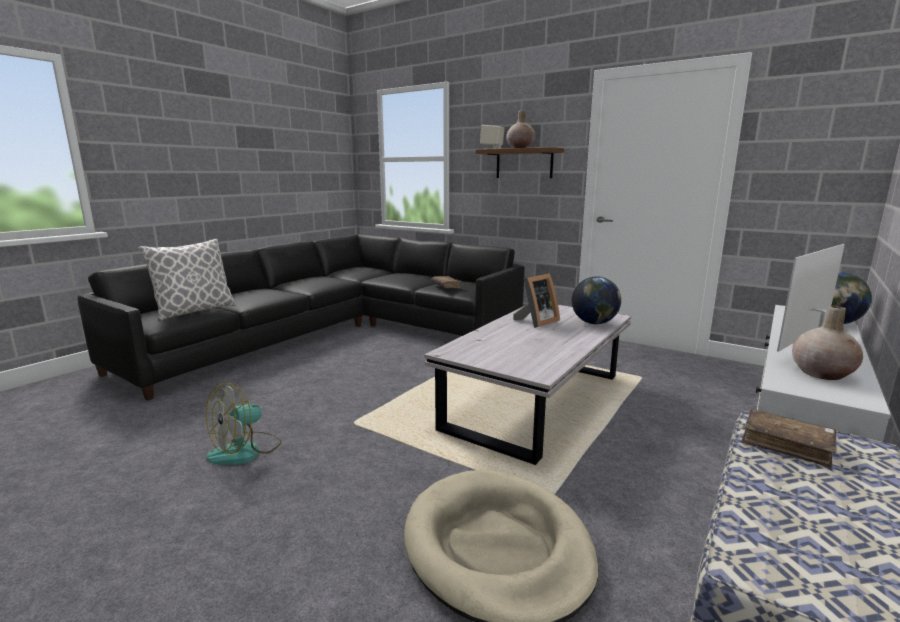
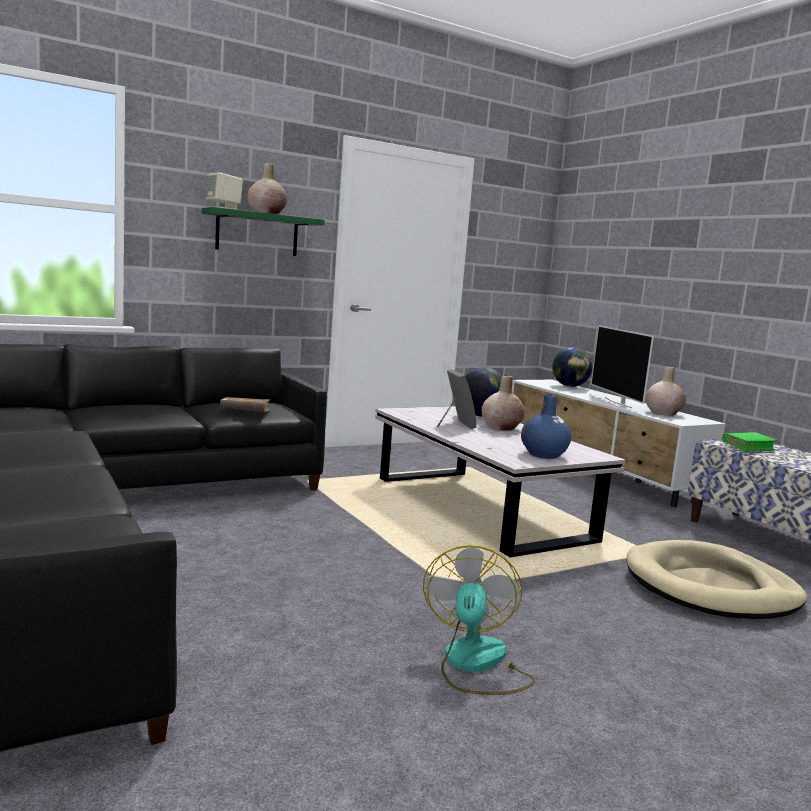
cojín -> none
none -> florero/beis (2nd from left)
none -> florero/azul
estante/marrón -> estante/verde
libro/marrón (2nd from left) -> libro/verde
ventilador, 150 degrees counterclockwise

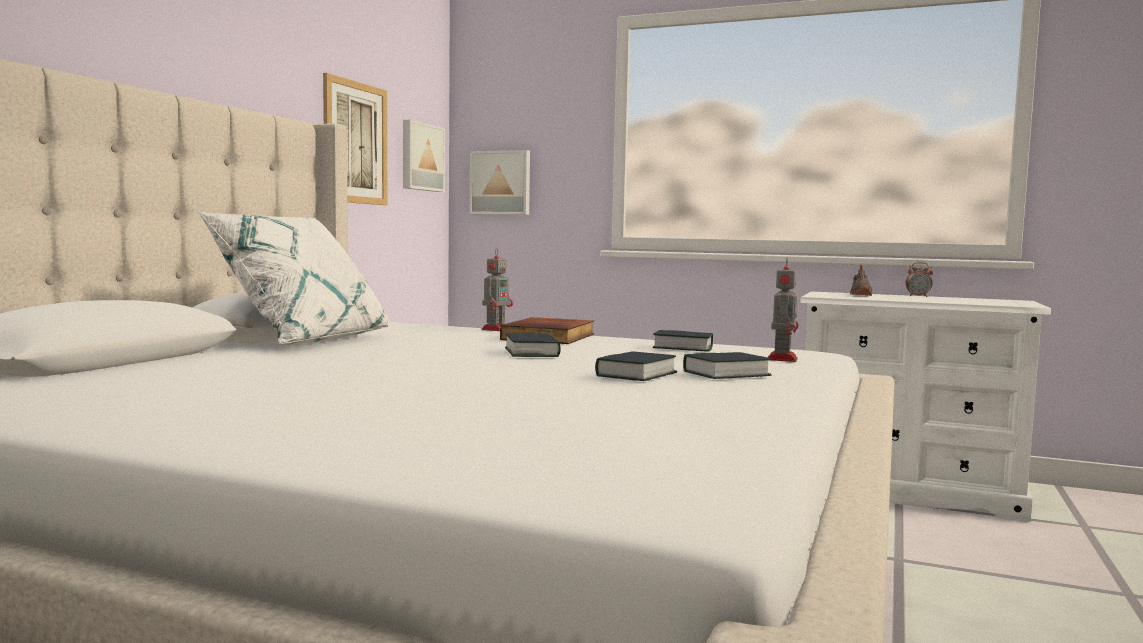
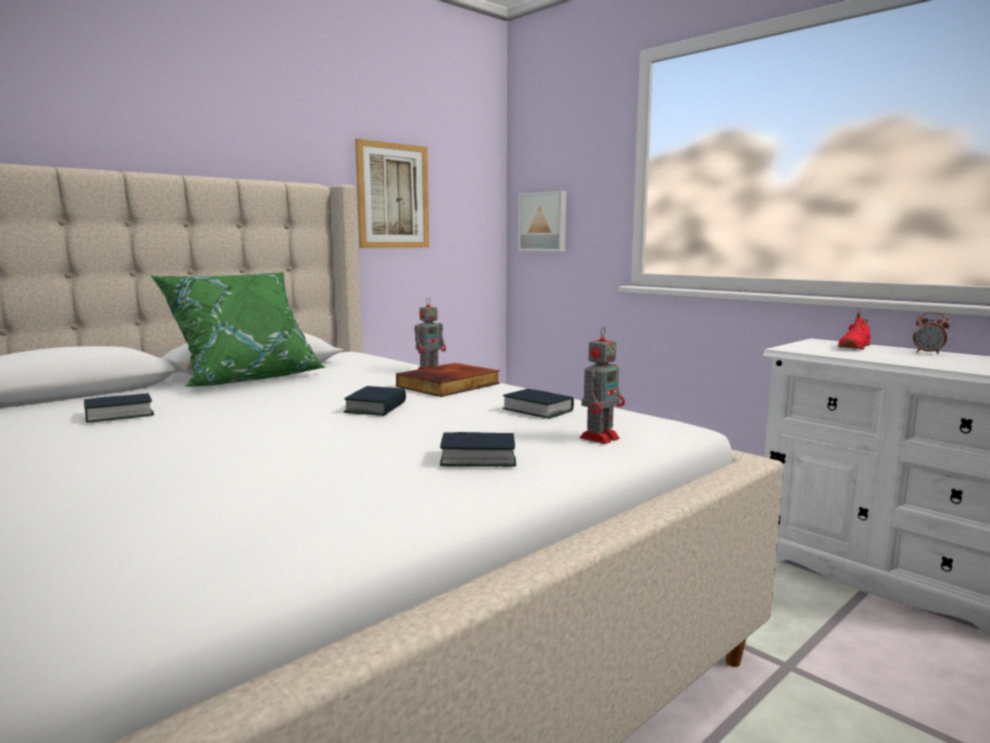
cuadro (2nd from left) -> none
libro (3rd from left in the first image) -> libro (1st from left), move
cojín/blanco -> cojín/verde
zapato/negro -> zapato/rojo

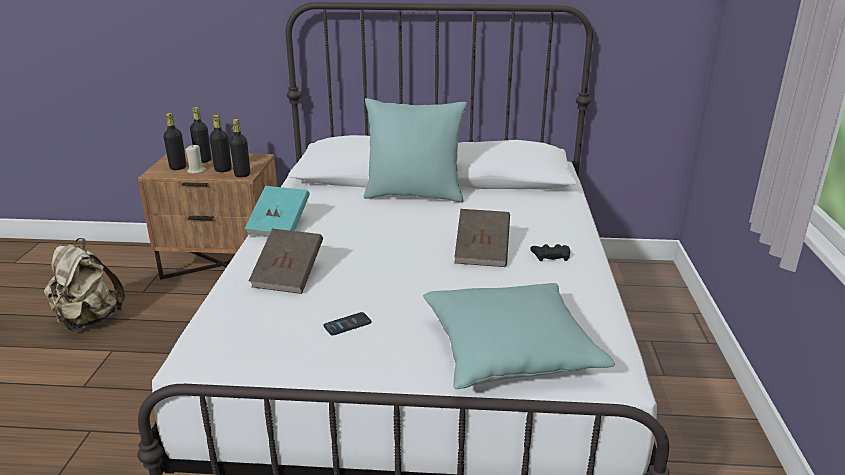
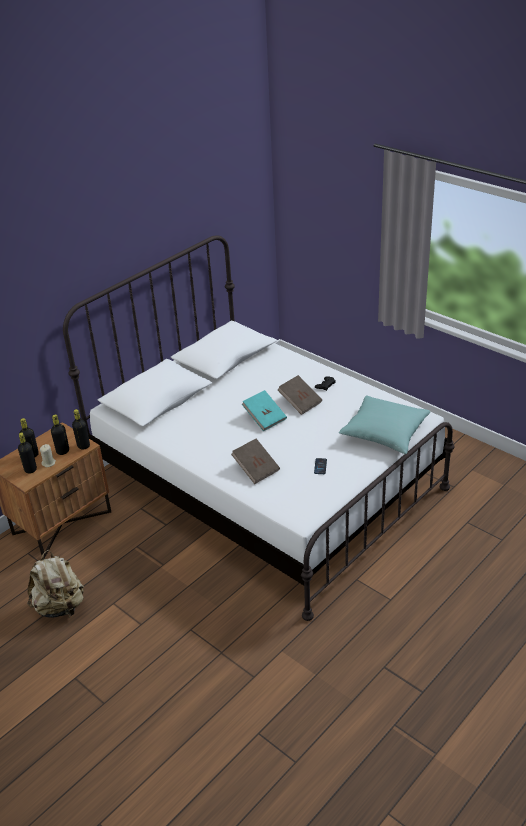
cojín/turquesa (1st from left) -> none
libro/turquesa, move

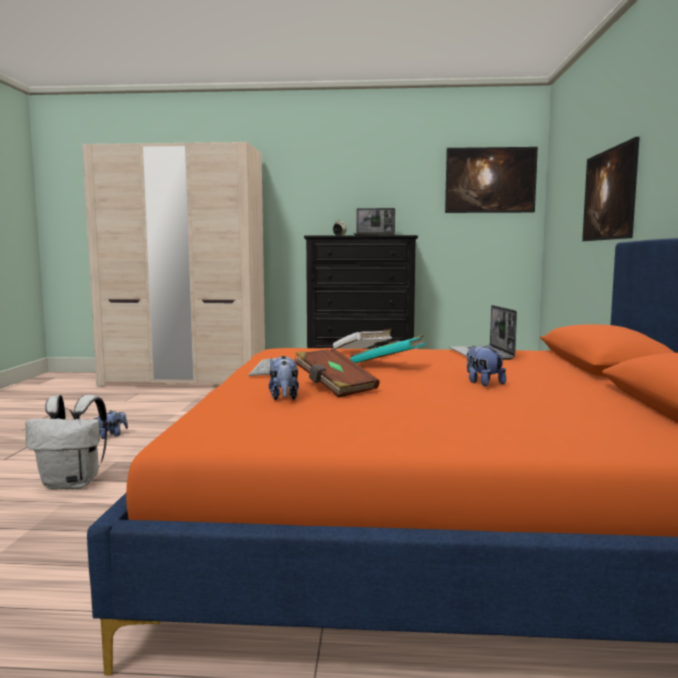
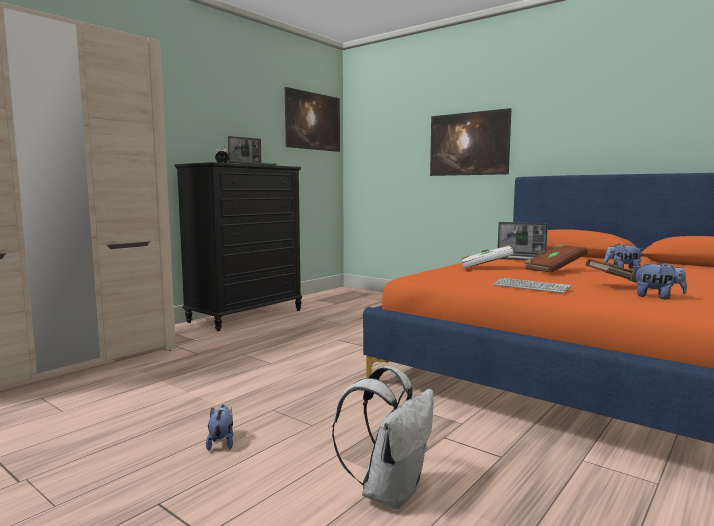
libro/turquesa -> libro/marrón (1st from left)

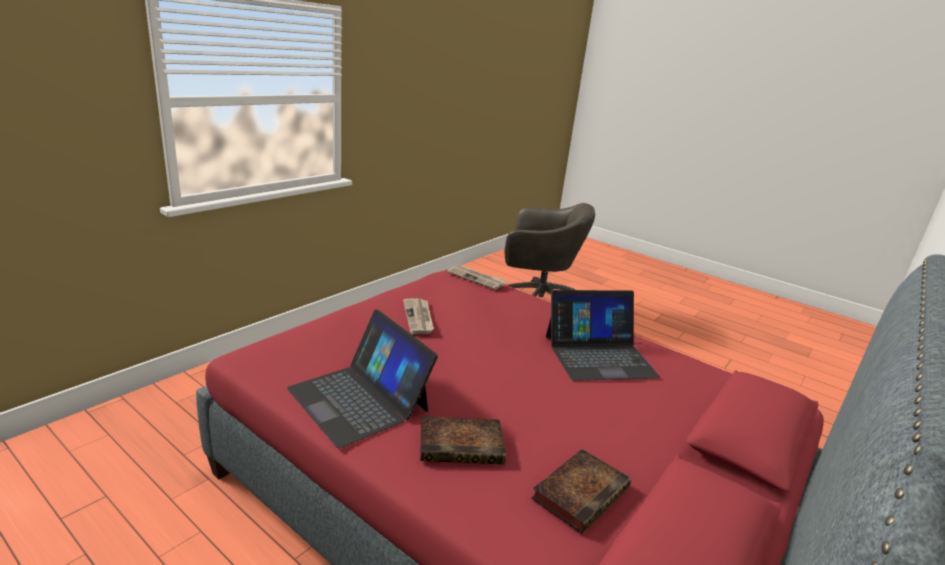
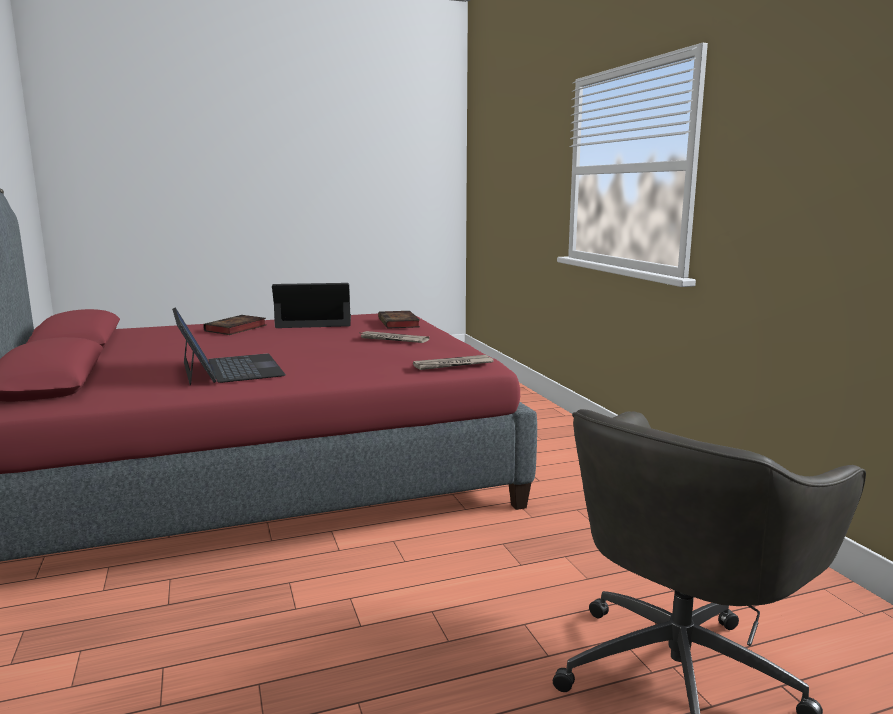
libro (2nd from left), move
portátil (2nd from left in the first image) -> portátil (1st from left), 135 degrees clockwise

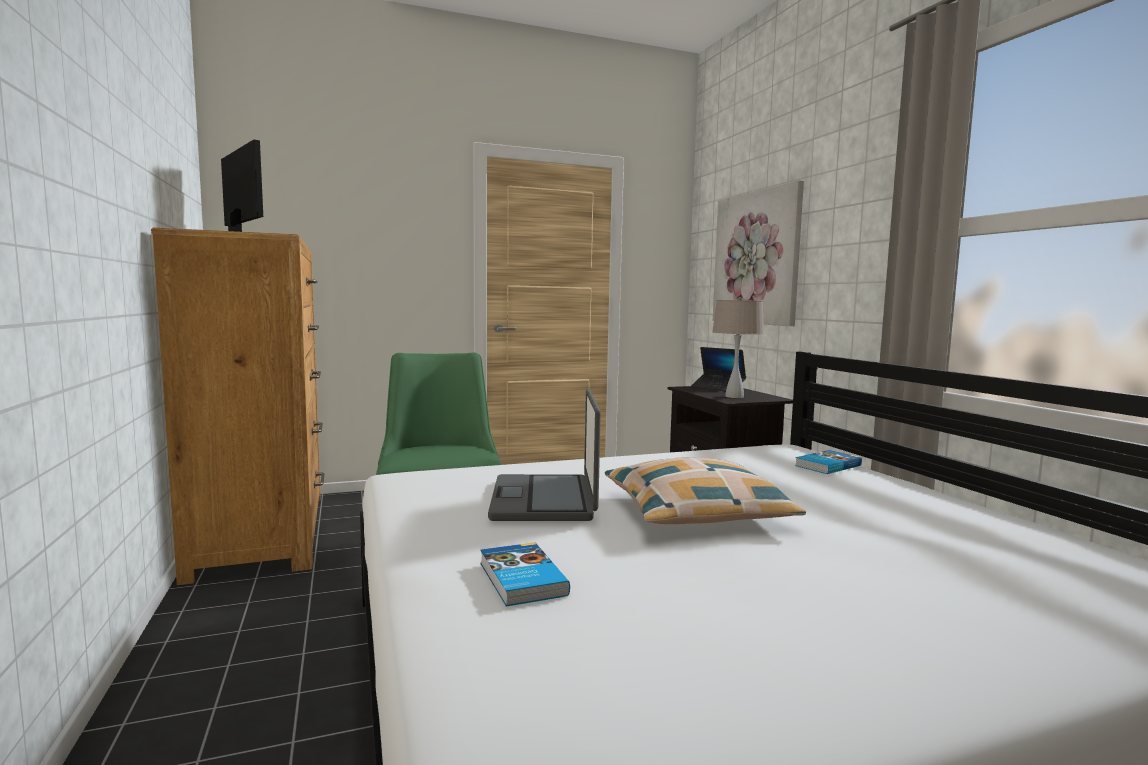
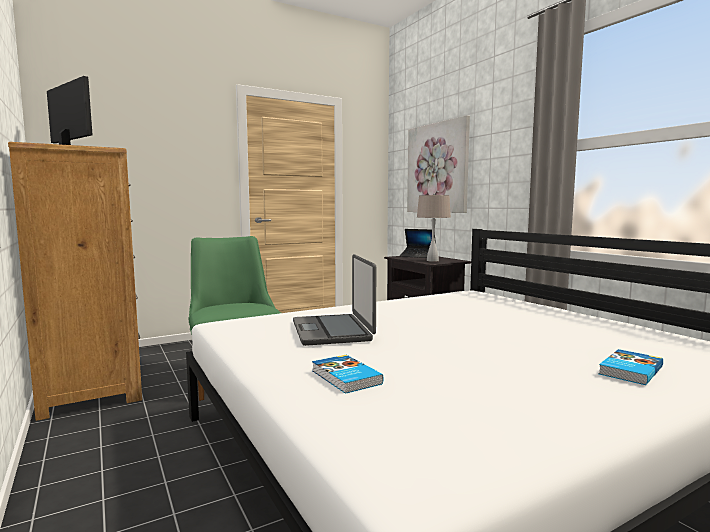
cojín -> none
libro (2nd from left), move

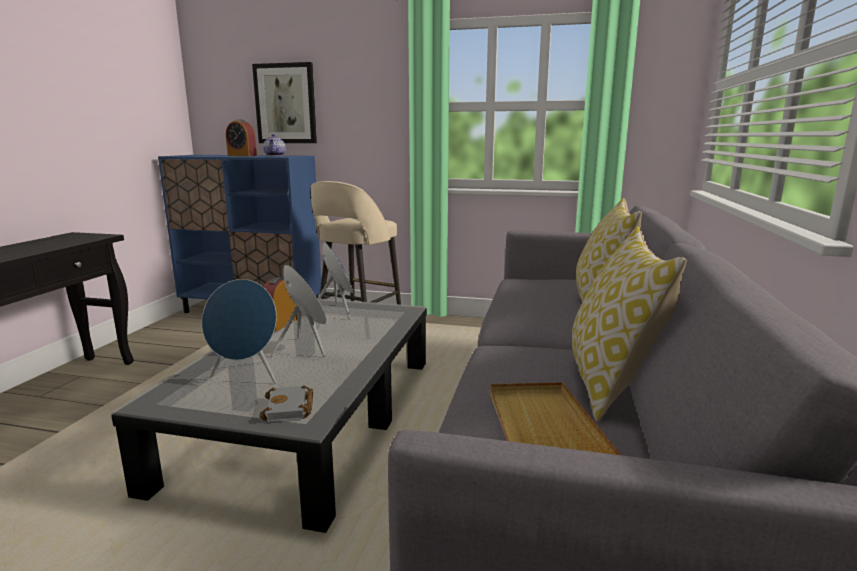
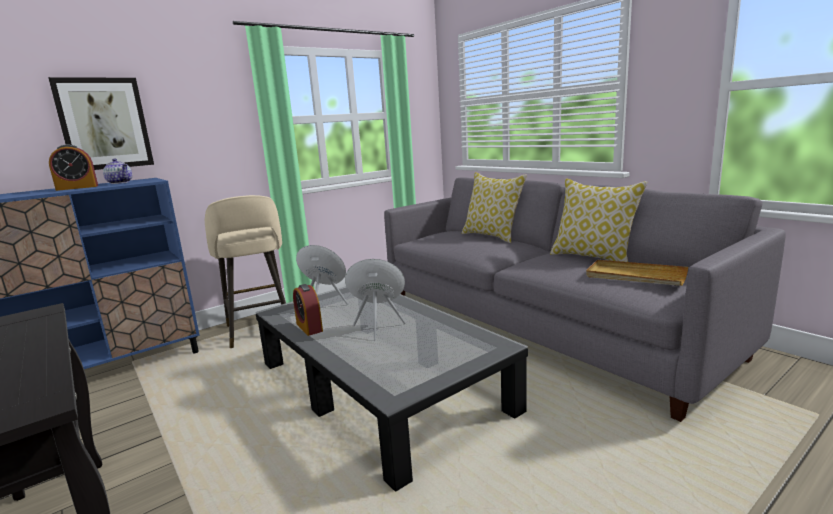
altavoz/azul (1st from left) -> none
libro/gris -> none

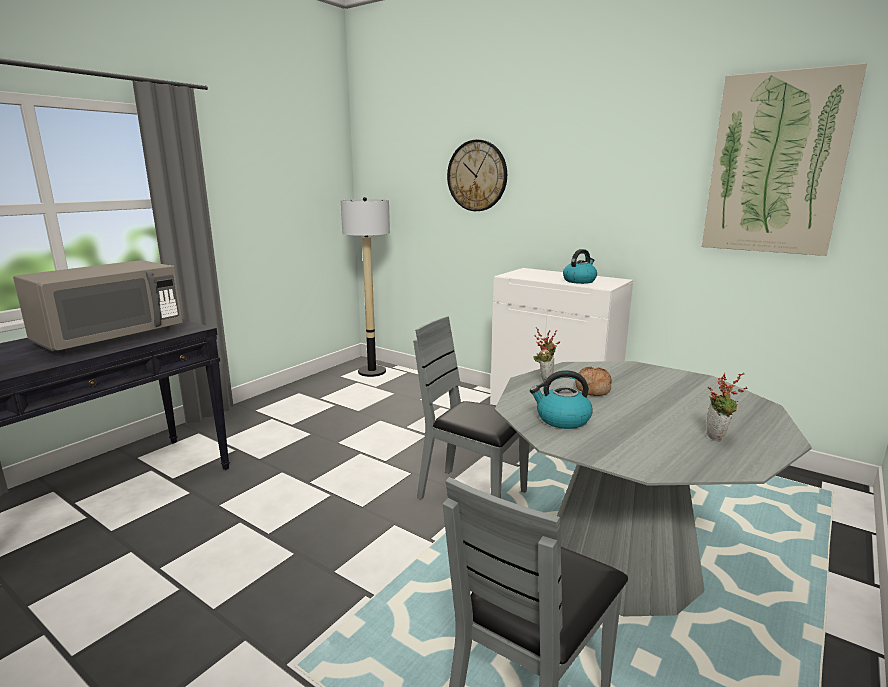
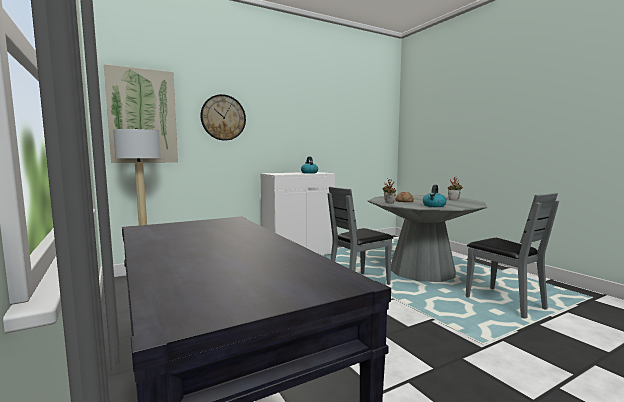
microondas/gris -> none
cuadro, move

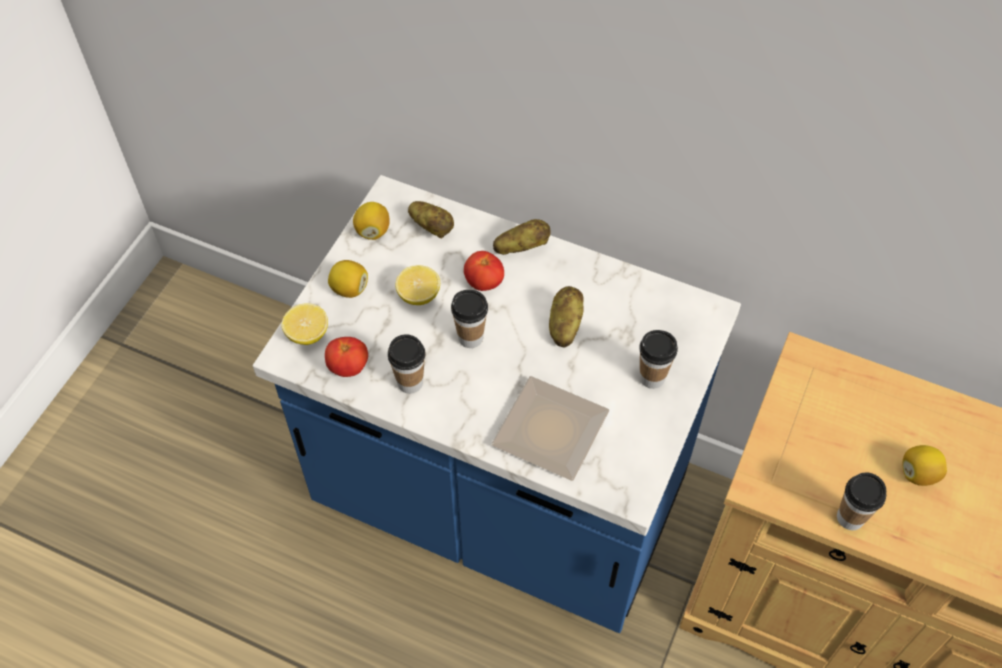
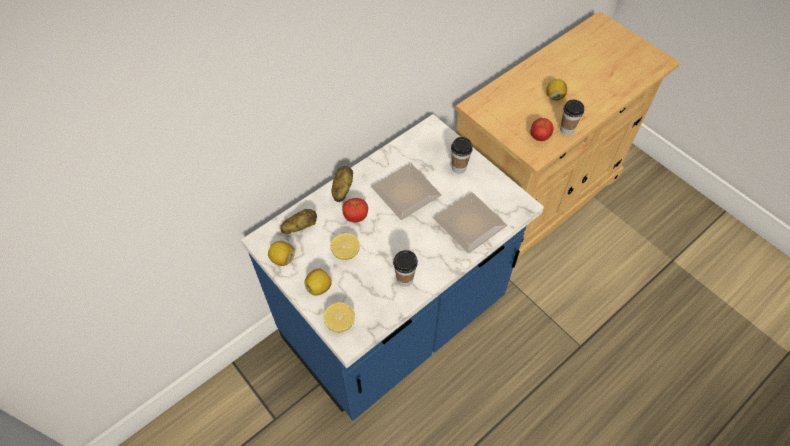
taza (2nd from left) -> none
tomate (1st from left in the first image) -> tomate (2nd from left), move
patata (3rd from left) -> plato (1st from left)

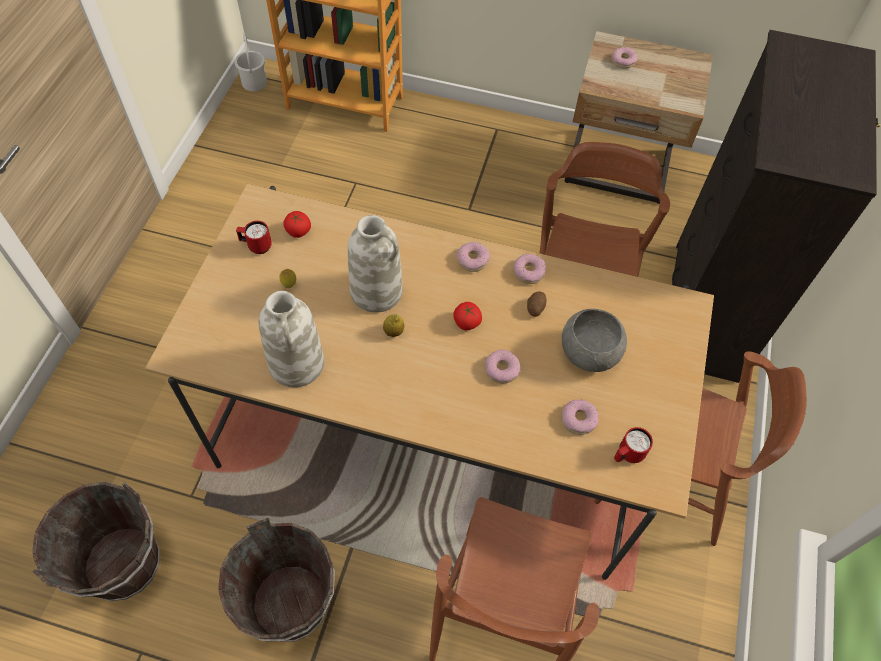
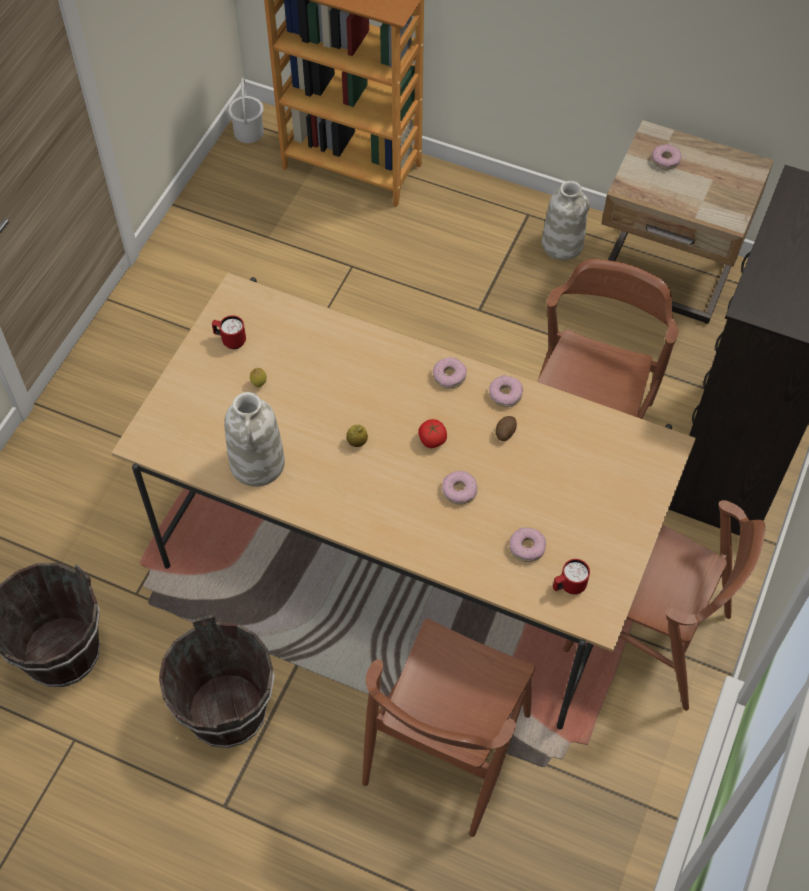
tomate (1st from left) -> none
cuenco/gris -> none
florero/blanco (2nd from left), move

